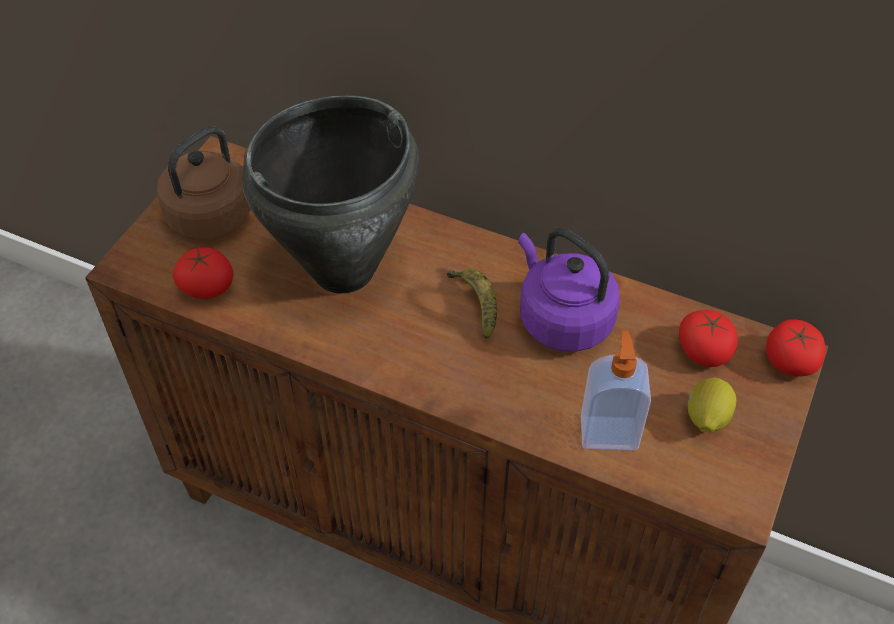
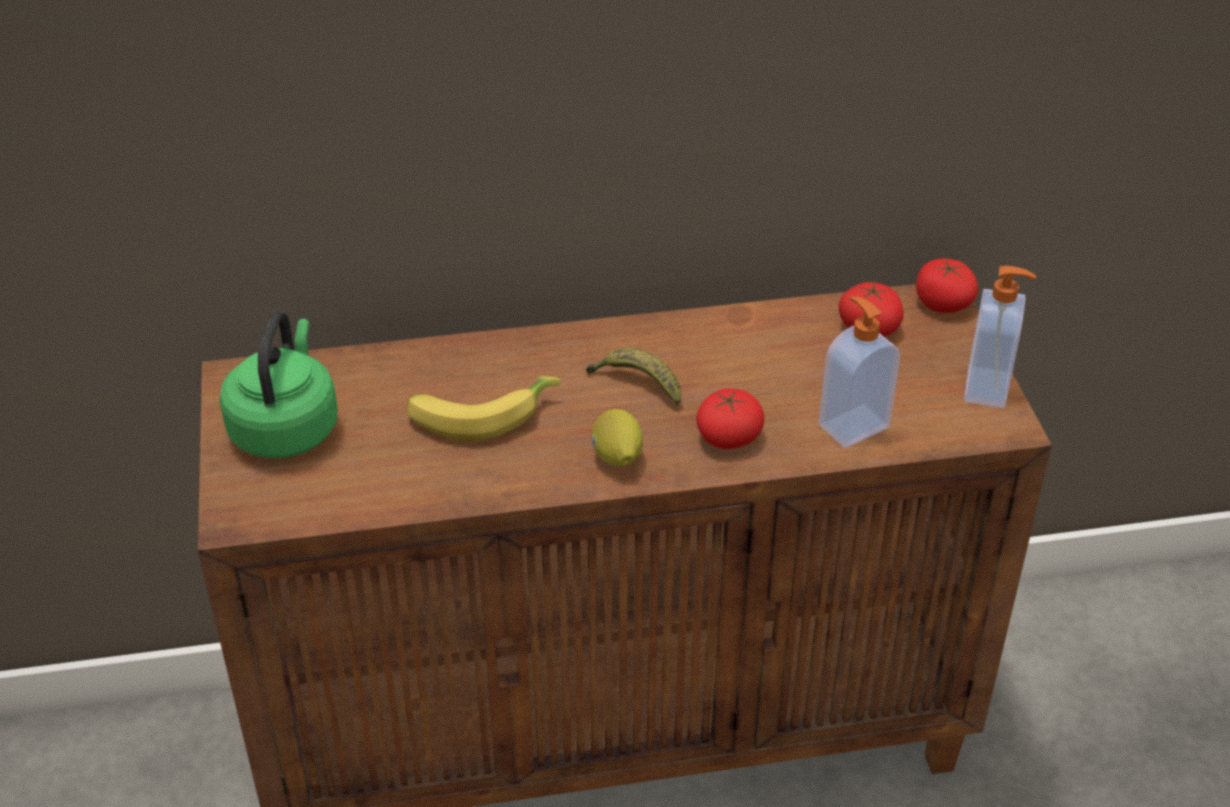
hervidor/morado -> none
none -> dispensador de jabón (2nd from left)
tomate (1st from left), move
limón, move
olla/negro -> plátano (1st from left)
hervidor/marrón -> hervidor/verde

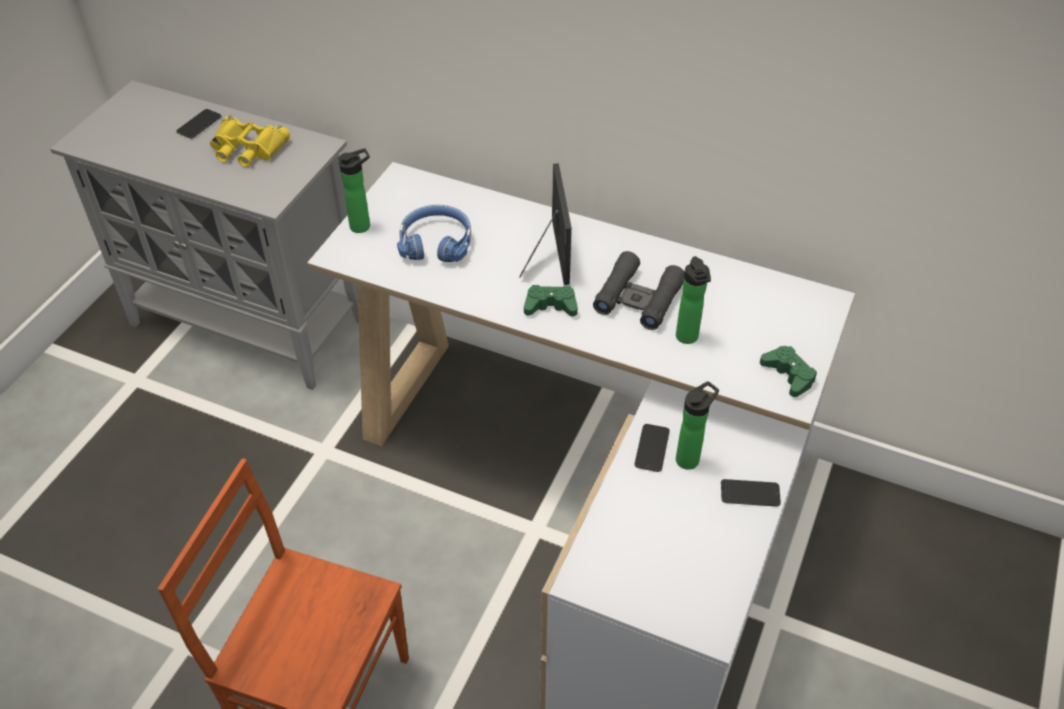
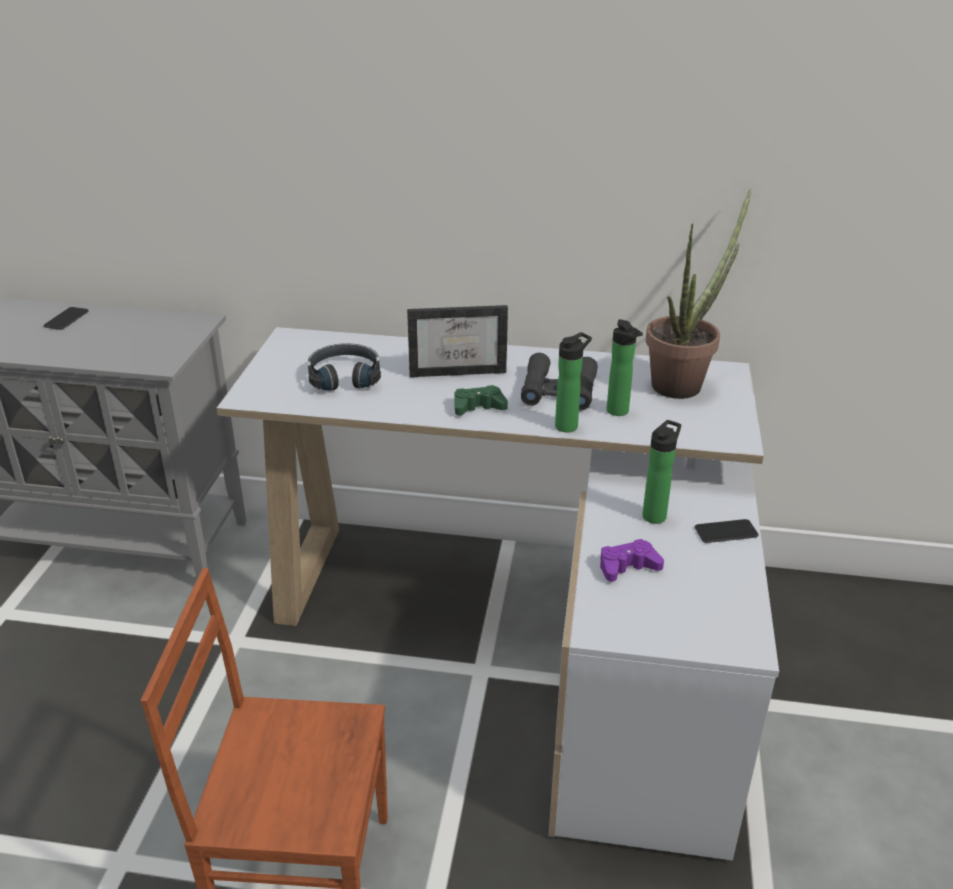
prismáticos/amarillo -> none
móvil (2nd from left) -> none
mando de consola/verde (2nd from left) -> none
none -> mando de consola/morado
none -> planta en maceta
botella (1st from left), move
auriculares/azul -> auriculares/negro
portarretratos, 105 degrees clockwise

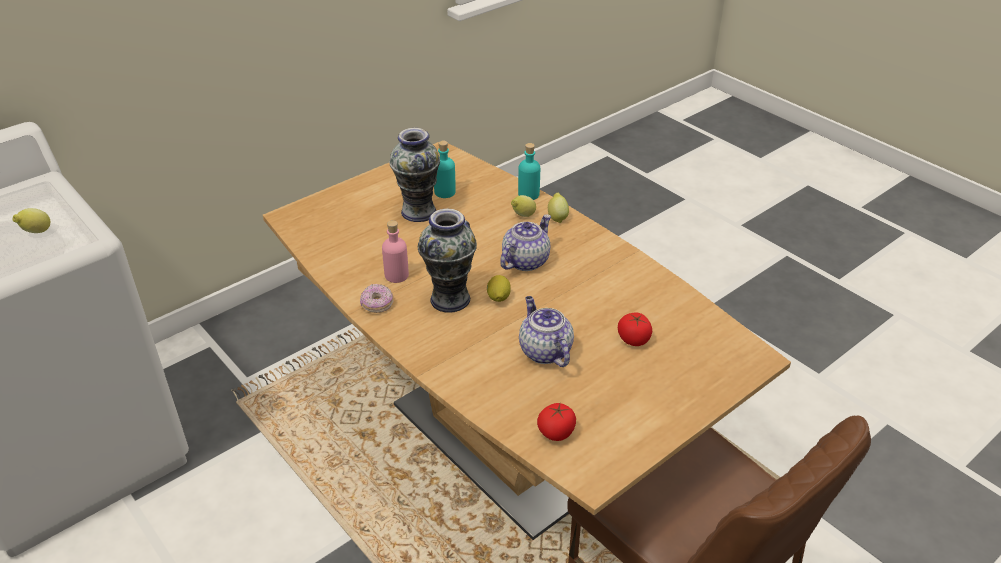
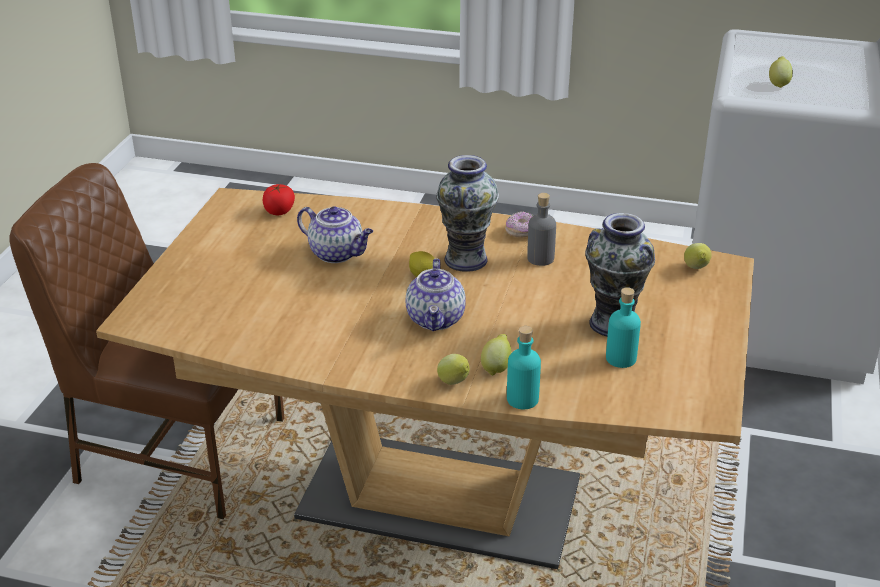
tomate (2nd from left) -> none
none -> limón (4th from left)
botella/rosa -> botella/gris

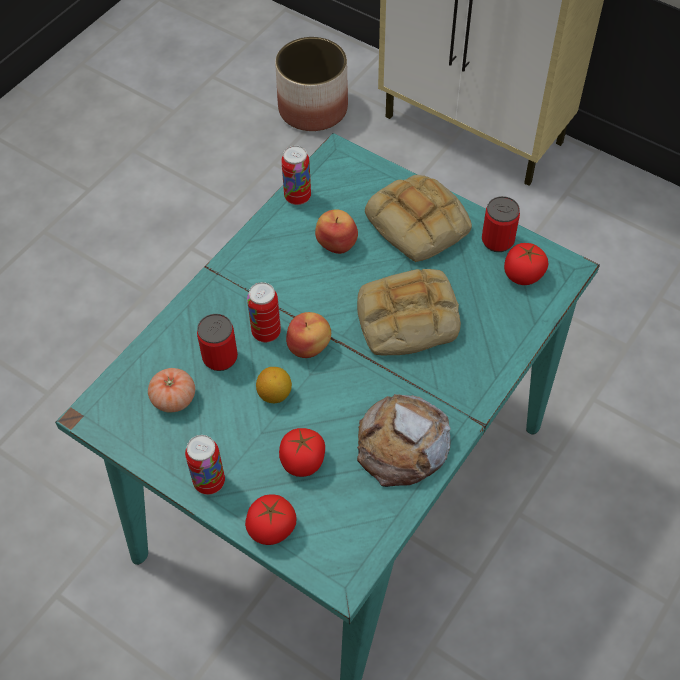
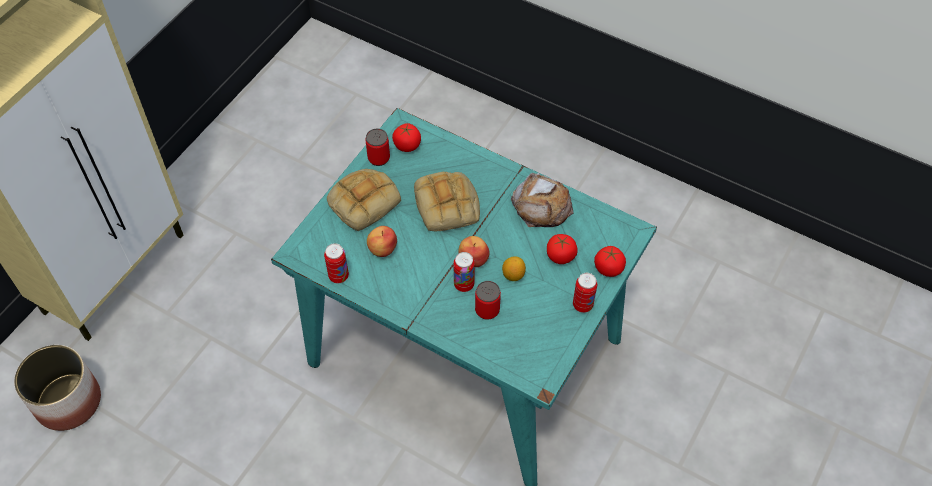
tomate (1st from left) -> none

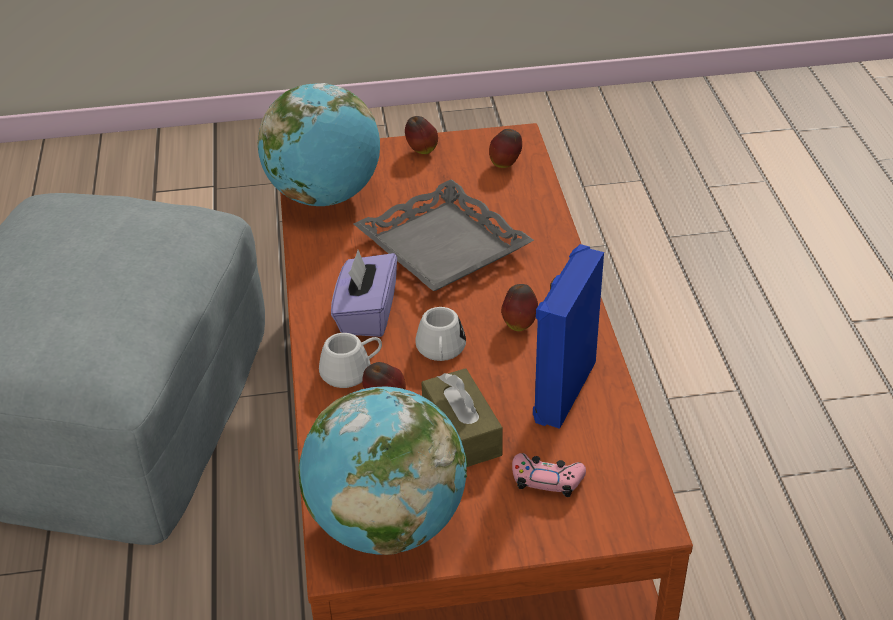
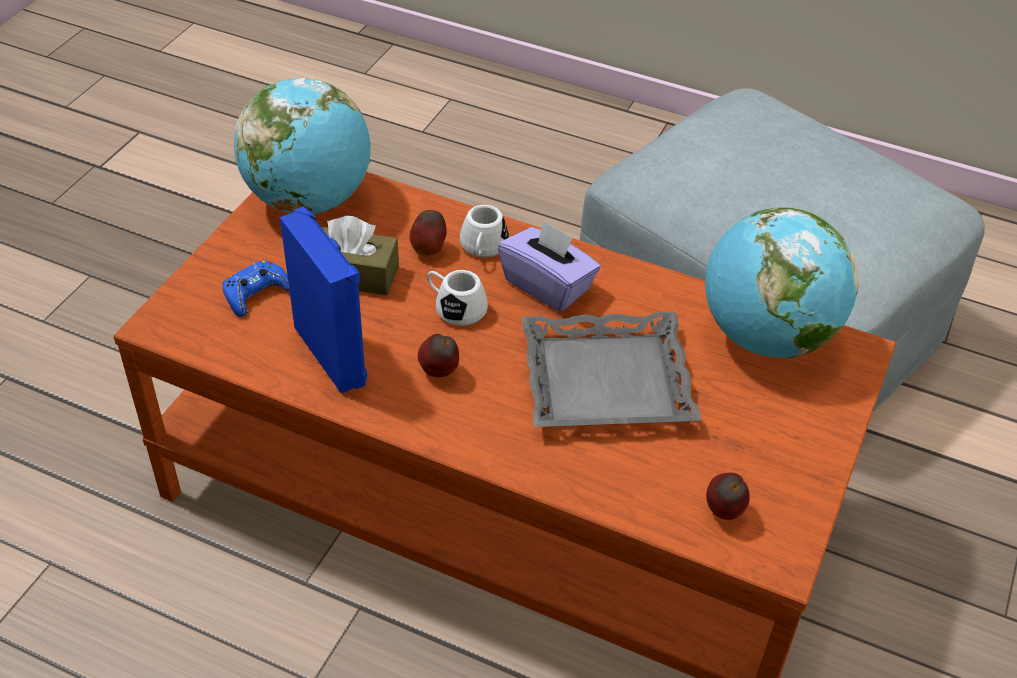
manzana (2nd from left) -> none
mando de consola/rosa -> mando de consola/azul

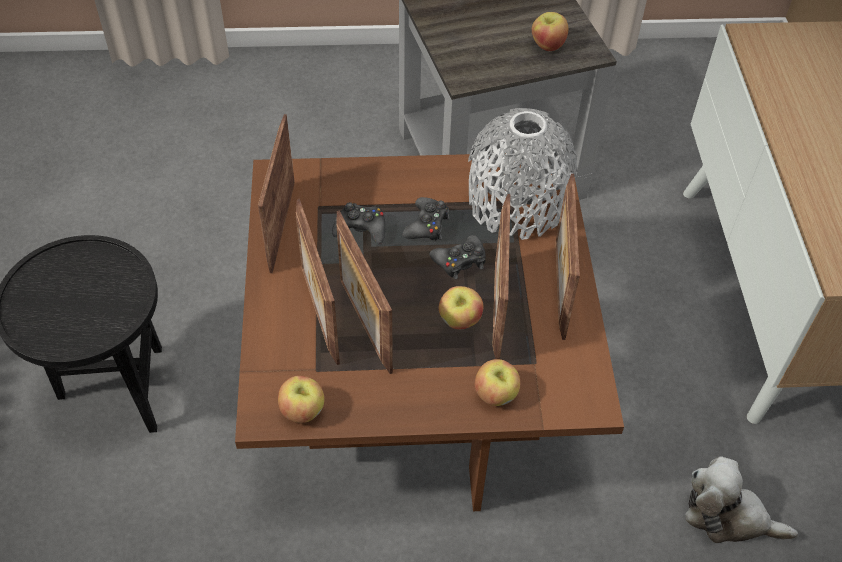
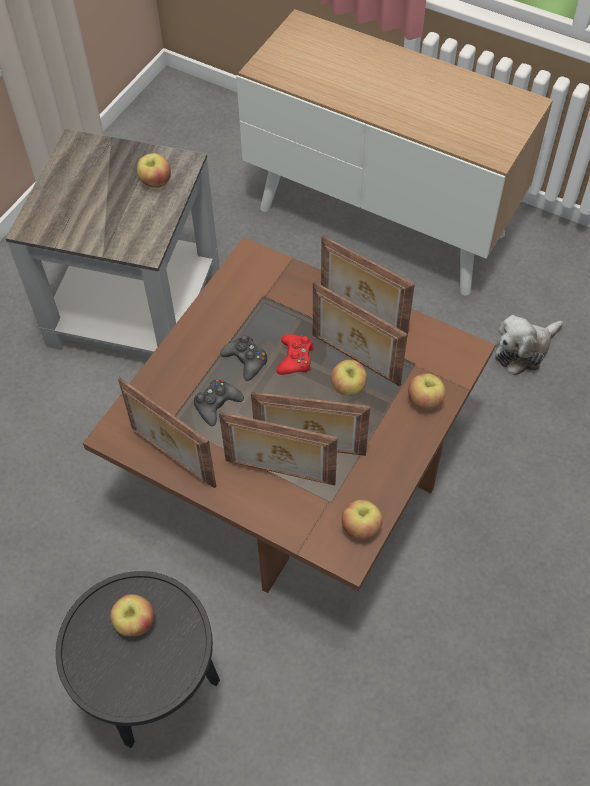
florero/gris -> none
none -> manzana (1st from left)
mando de consola/negro (3rd from left) -> mando de consola/rojo

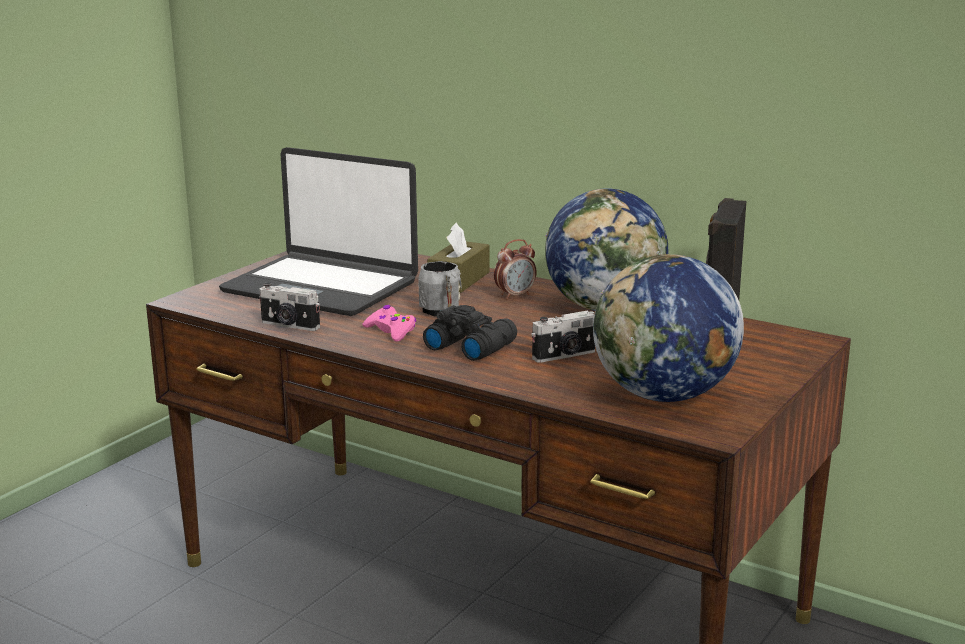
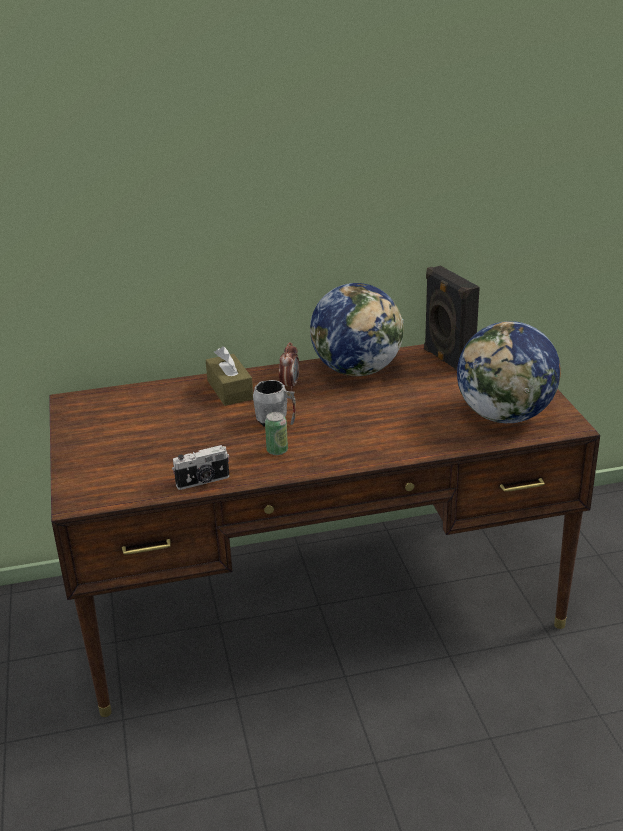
portátil -> none
prismáticos/negro -> none
cámara (2nd from left) -> none
mando de consola/rosa -> lata

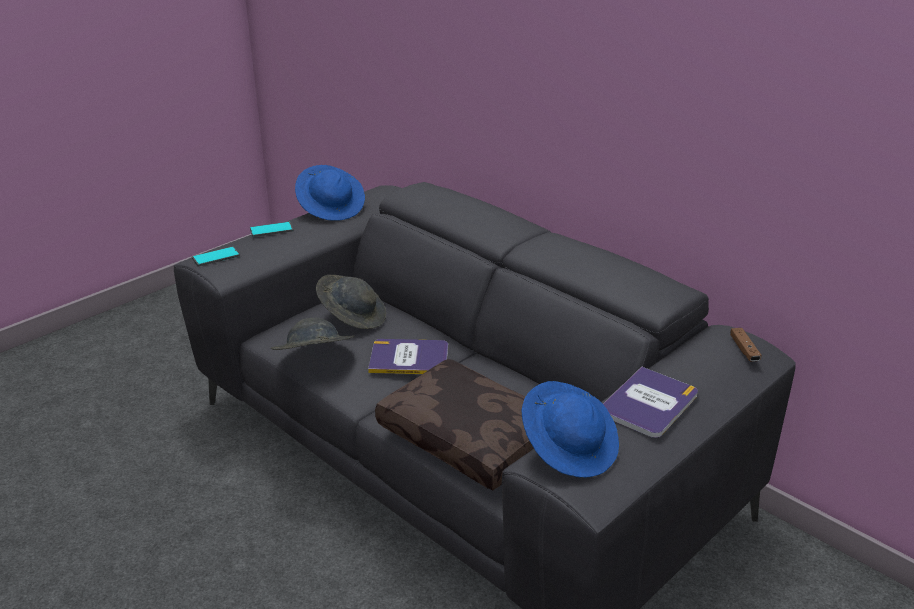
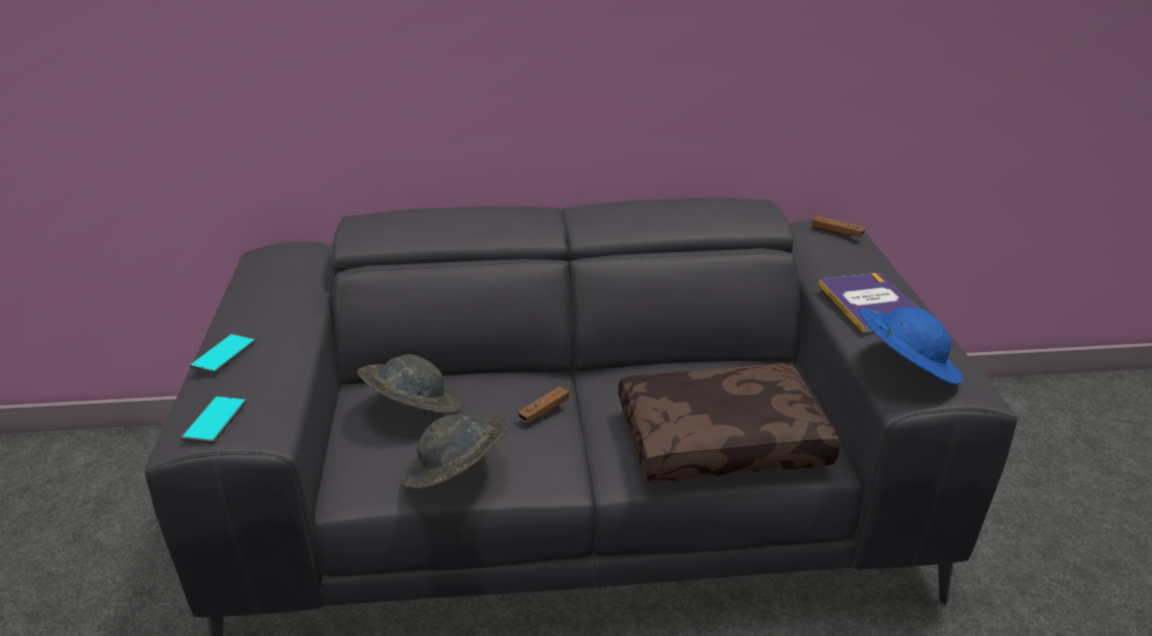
sombrero/azul (1st from left) -> none
libro (1st from left) -> mando de consola/marrón (1st from left)

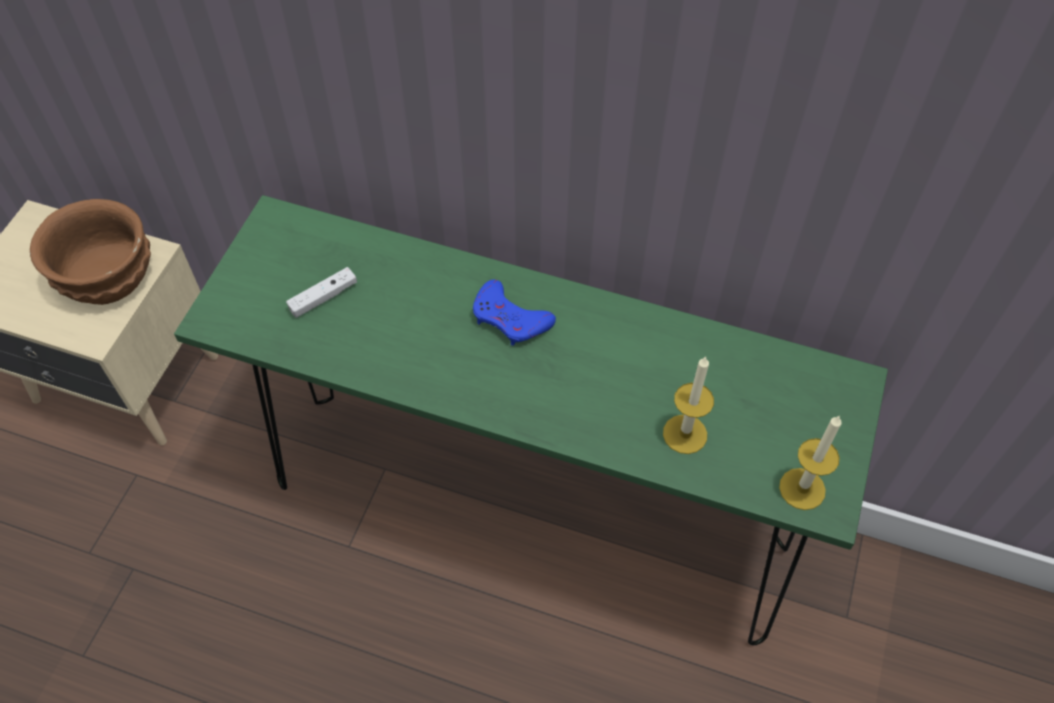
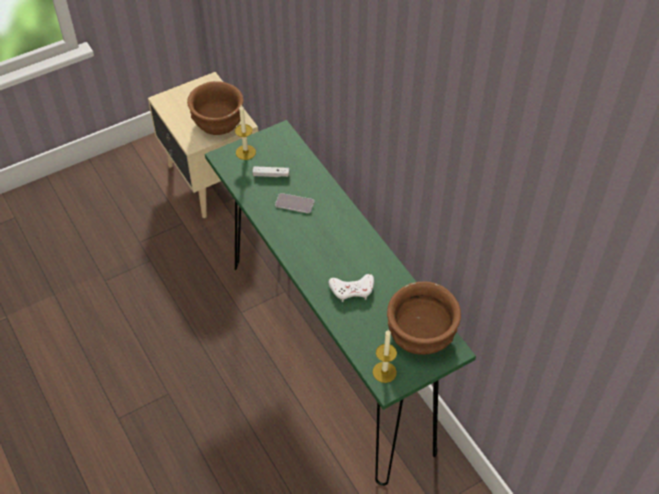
mando de consola/azul -> none
none -> móvil
none -> mando de consola/blanco (2nd from left)
none -> cuenco/marrón (2nd from left)
vela (1st from left), move

